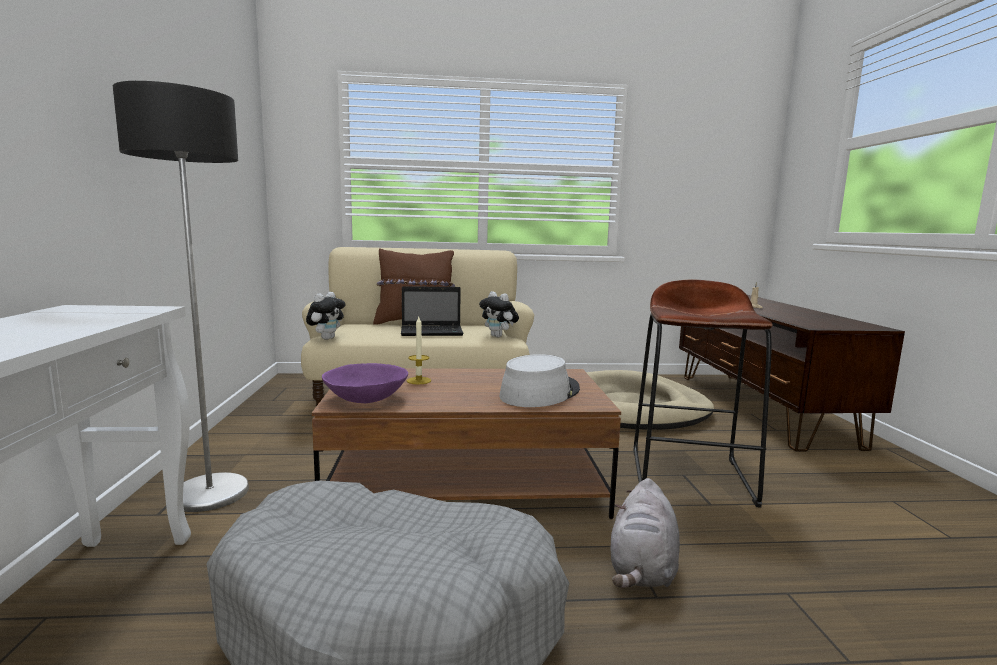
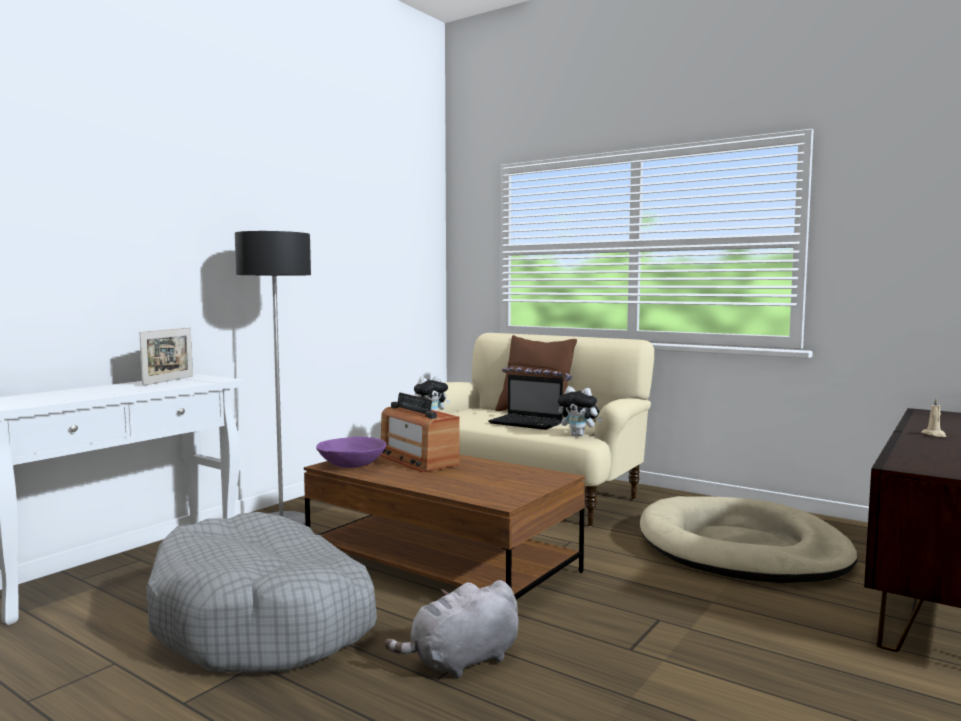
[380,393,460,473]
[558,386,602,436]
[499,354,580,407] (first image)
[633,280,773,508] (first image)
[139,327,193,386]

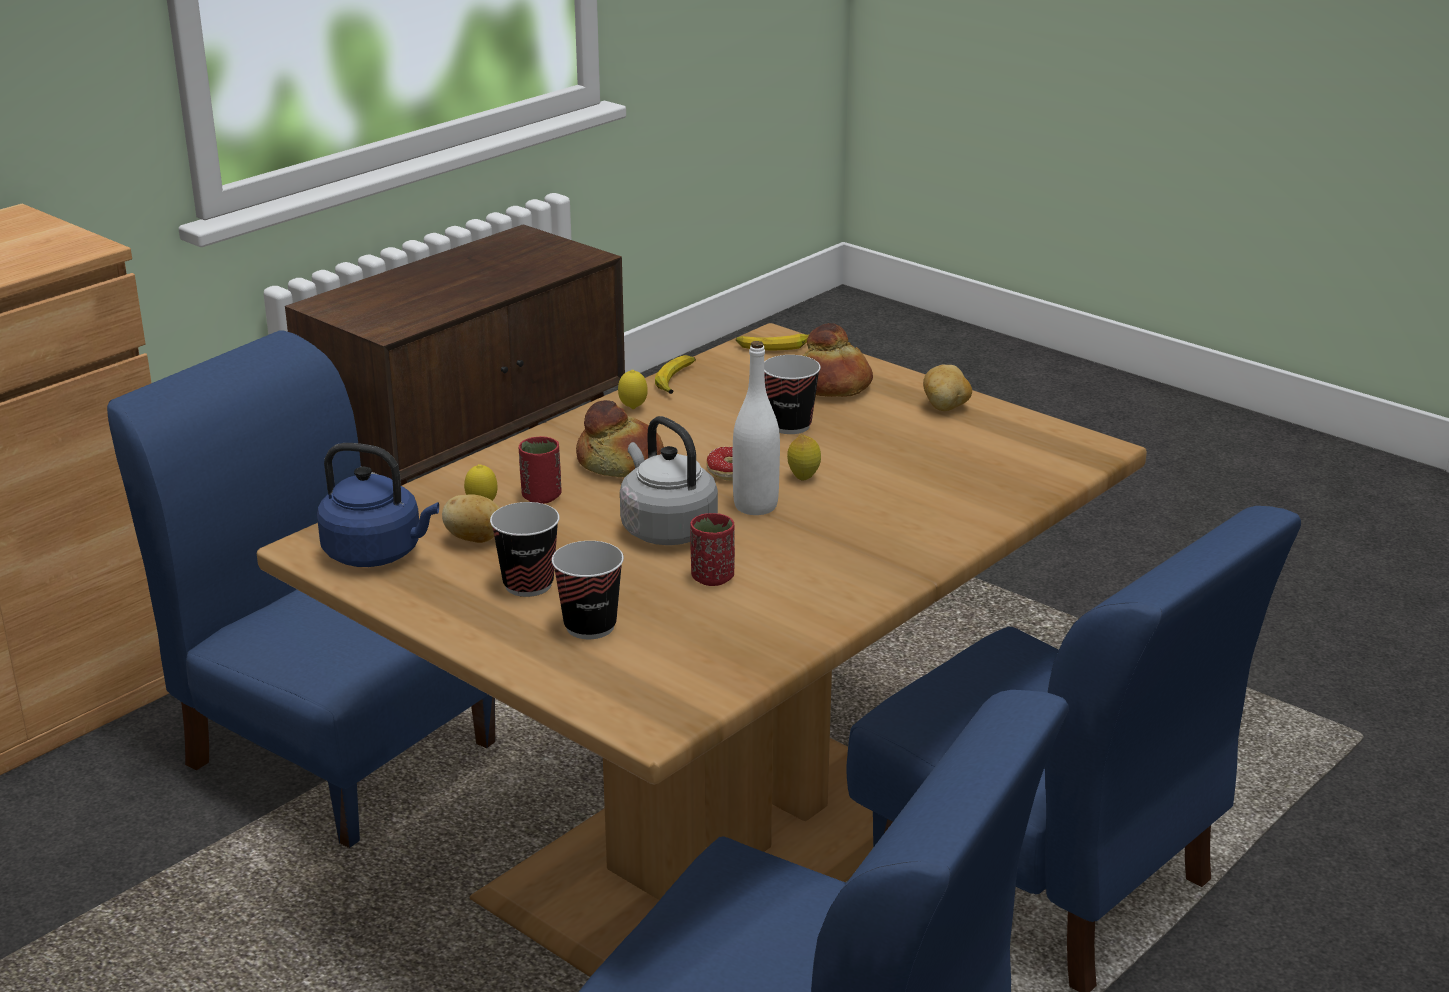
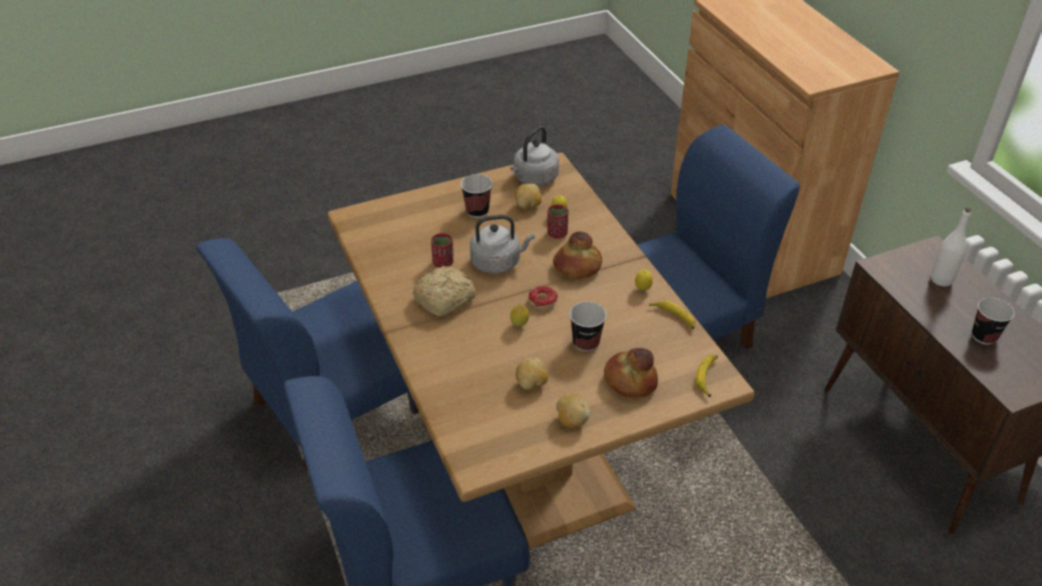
[510,126,559,186]
[972,298,1014,345]
[931,208,971,286]
[412,266,476,317]
[516,358,548,390]

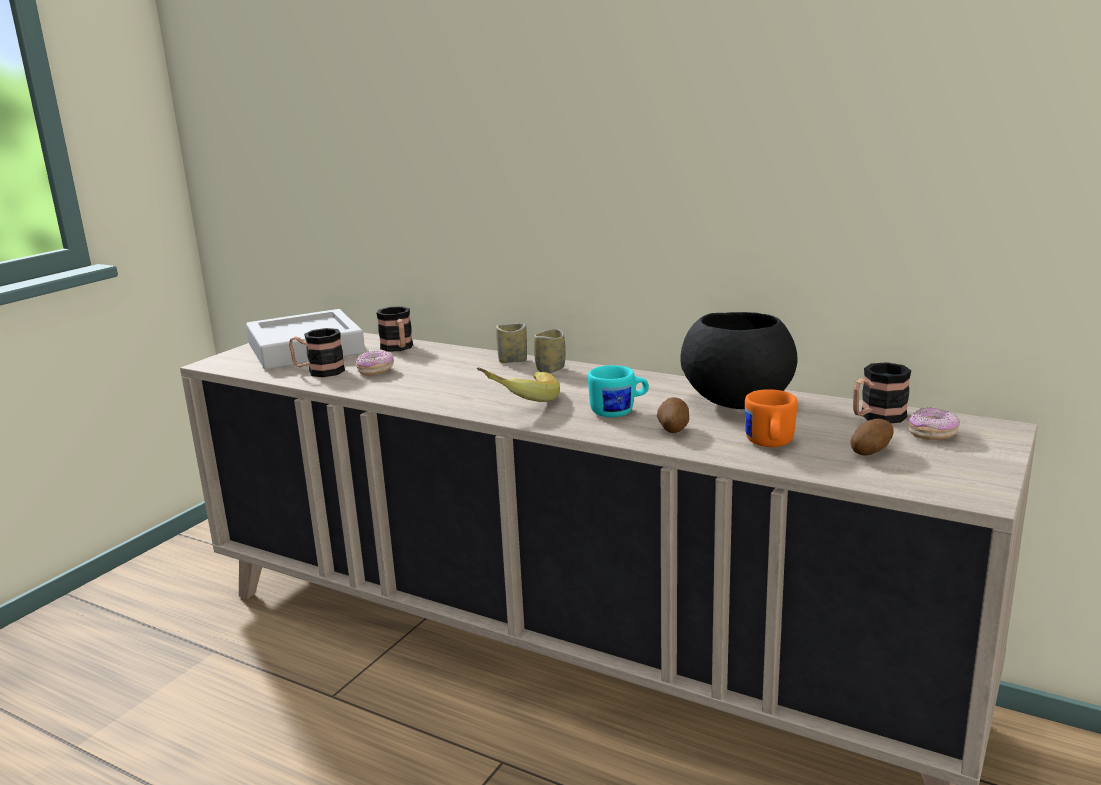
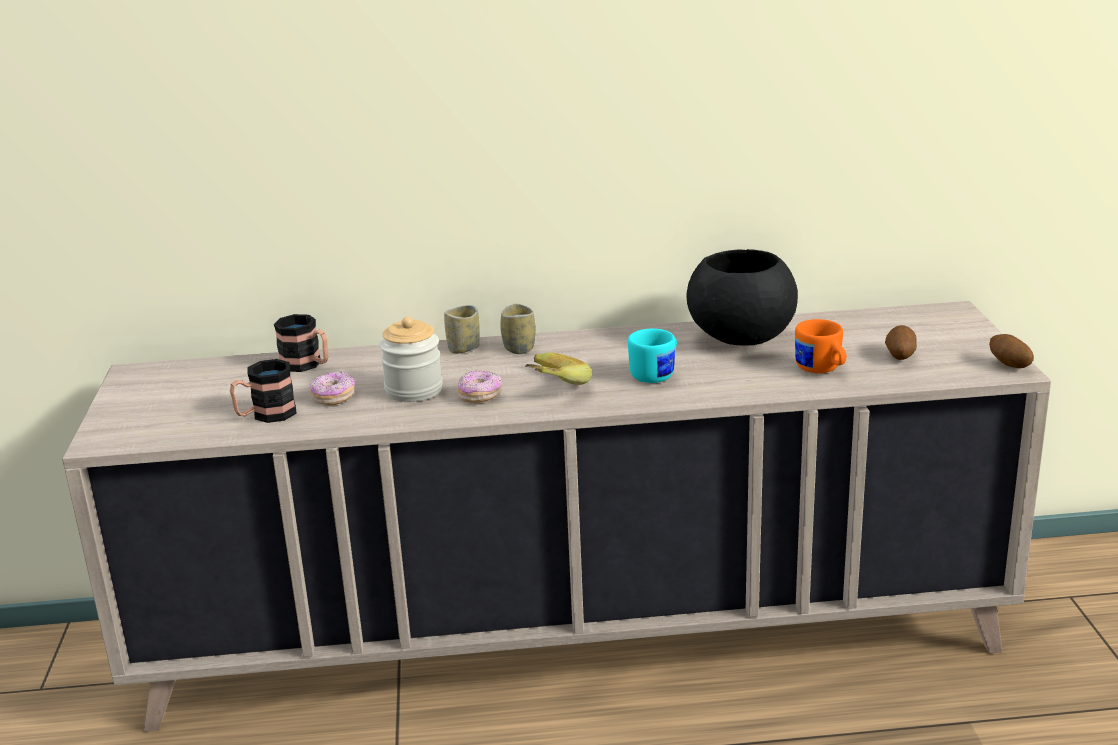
[246,309,365,370] (first image)
[989,334,1034,368]
[853,362,911,423] (first image)
[458,370,502,403]
[380,317,443,402]

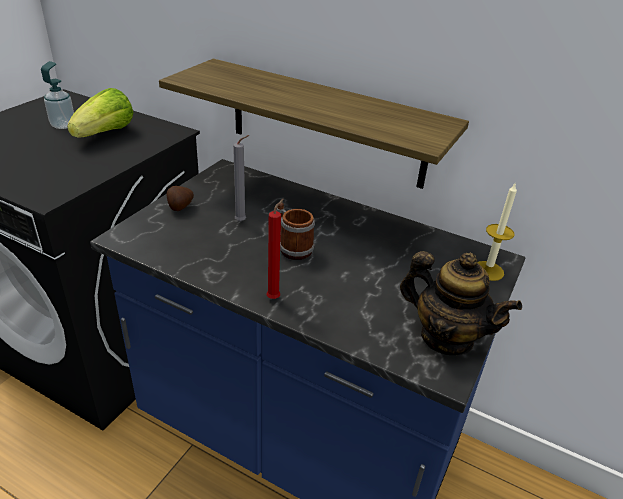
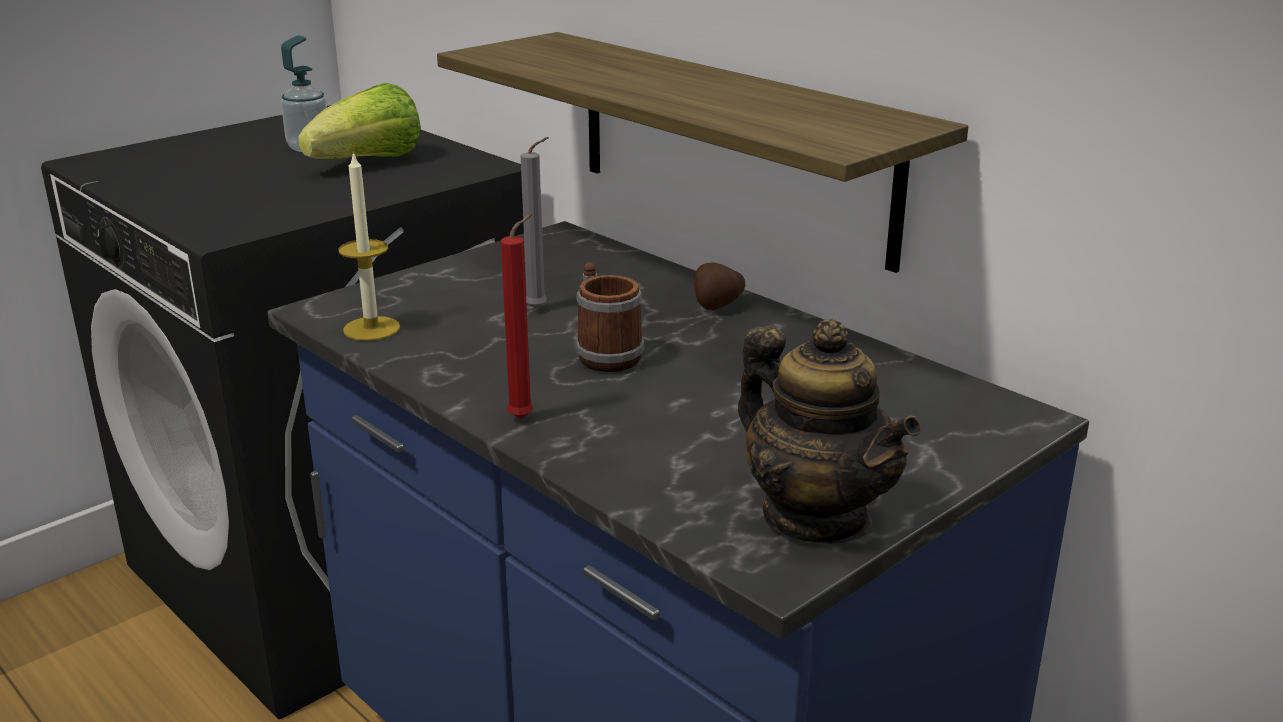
[694,262,745,311]
[338,151,400,341]

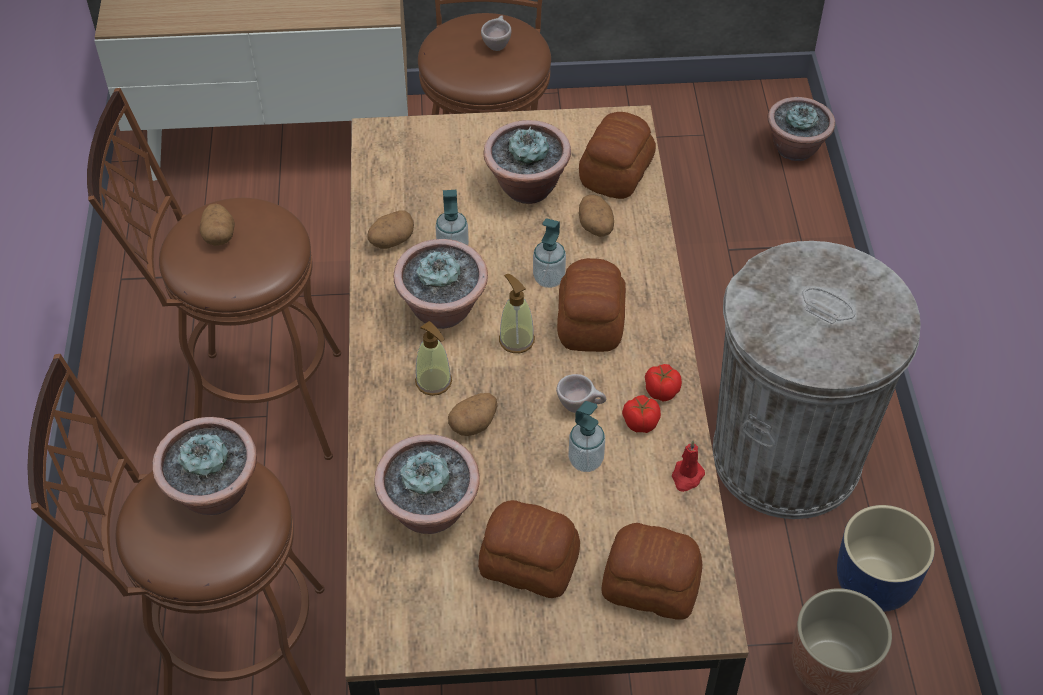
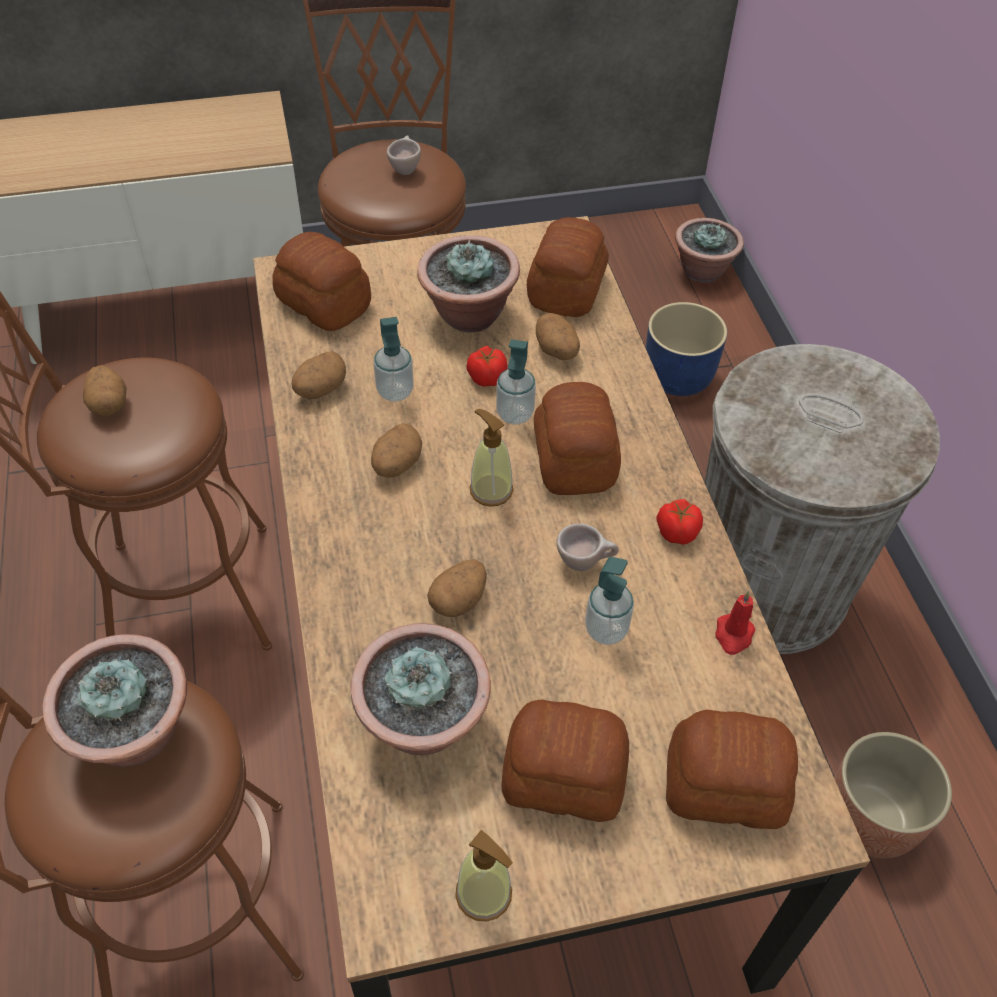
[371,423,422,478]
[455,830,513,922]
[466,346,508,387]
[646,302,727,396]
[272,232,371,331]

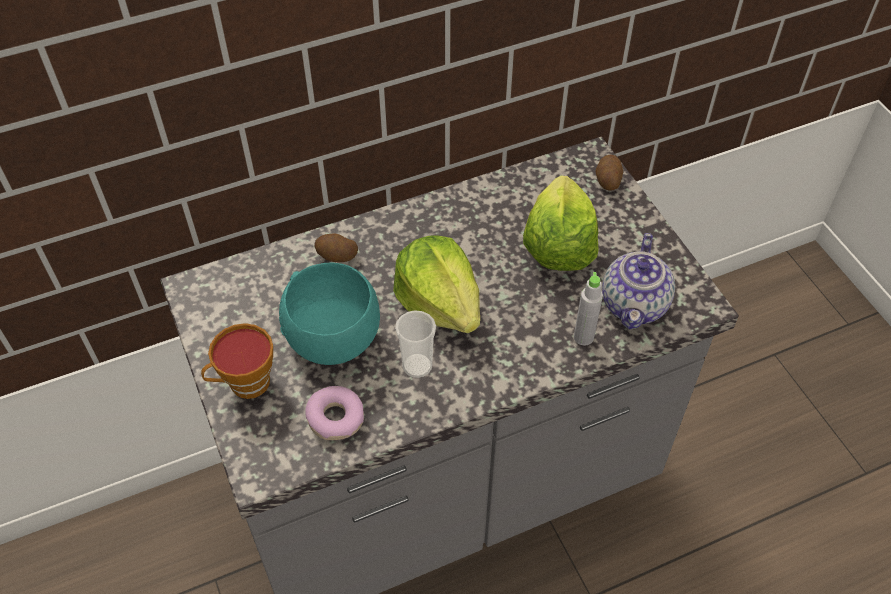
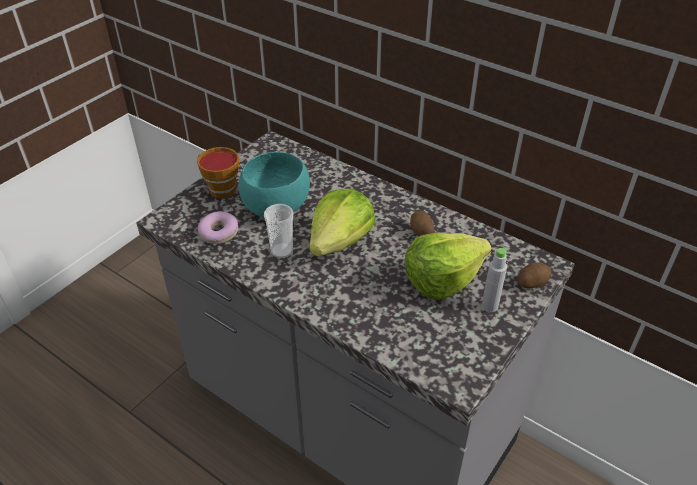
[410,211,435,236]
[482,248,509,312]
[602,233,675,329] (first image)

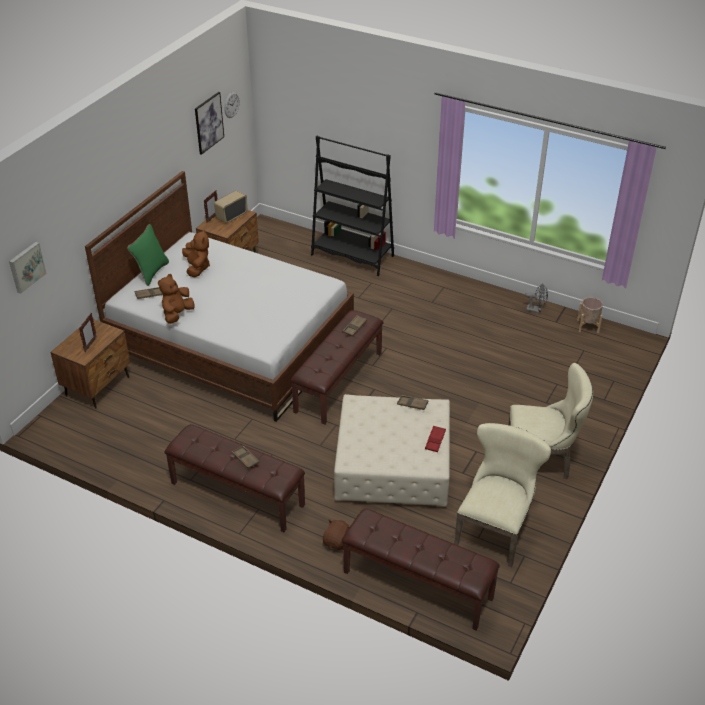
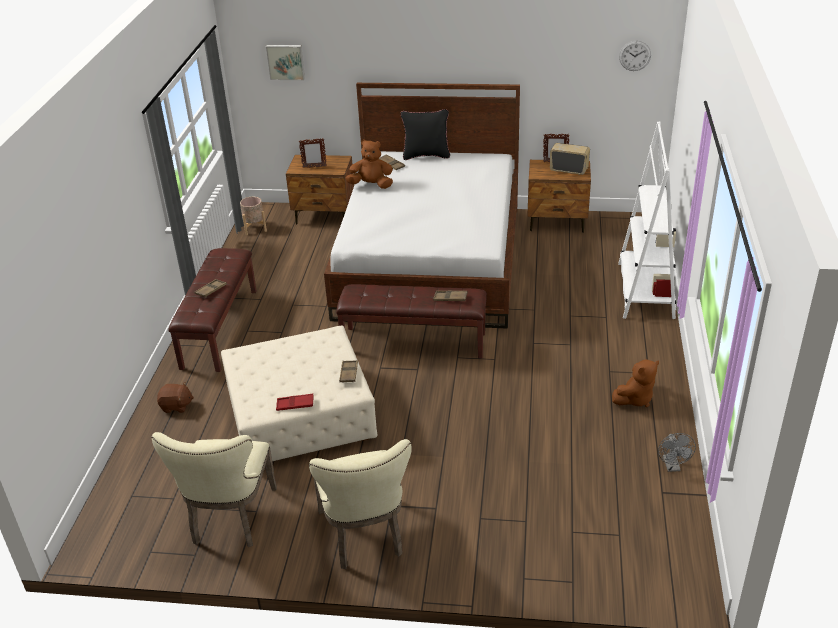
[401,109,450,160]
[612,359,659,407]
[195,92,224,155] (first image)
[618,122,676,319]
[342,508,500,631] (first image)
[152,432,277,547]
[240,197,267,235]

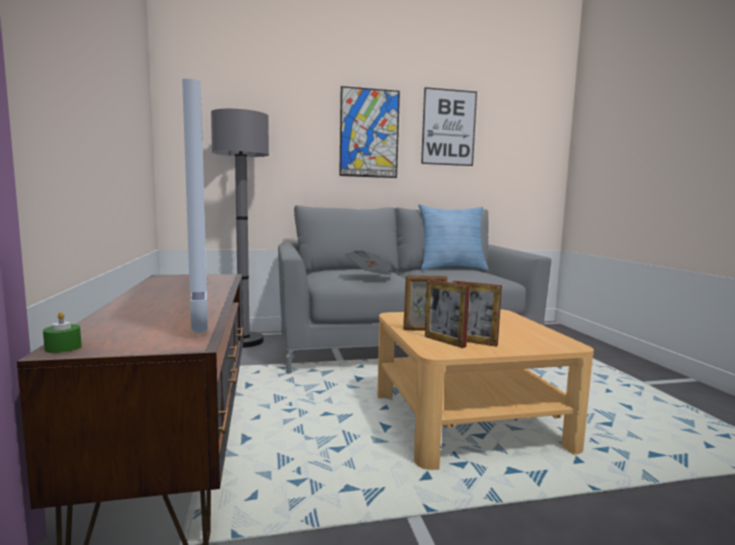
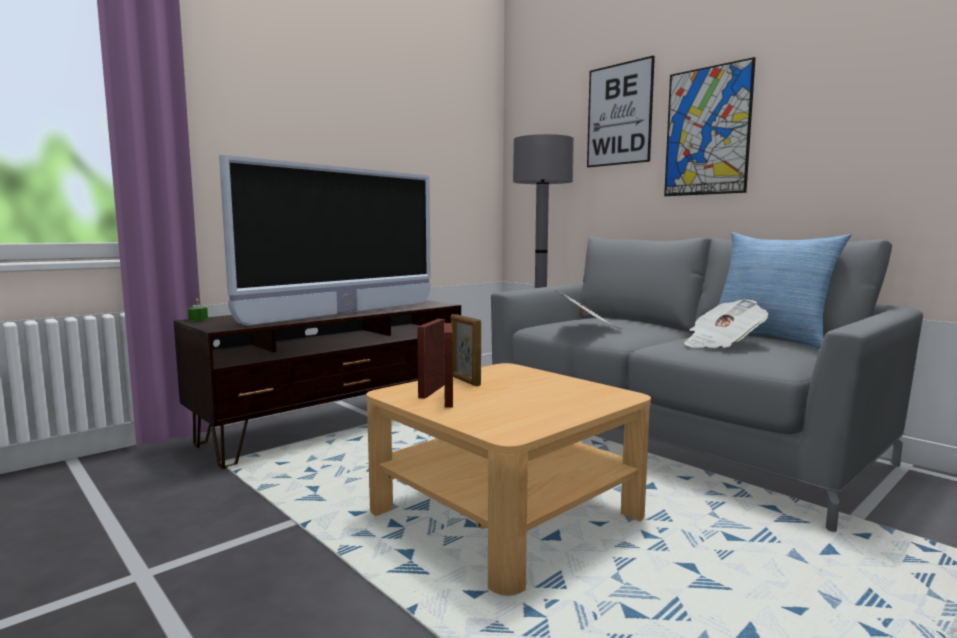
[587,55,655,167]
[684,299,768,348]

